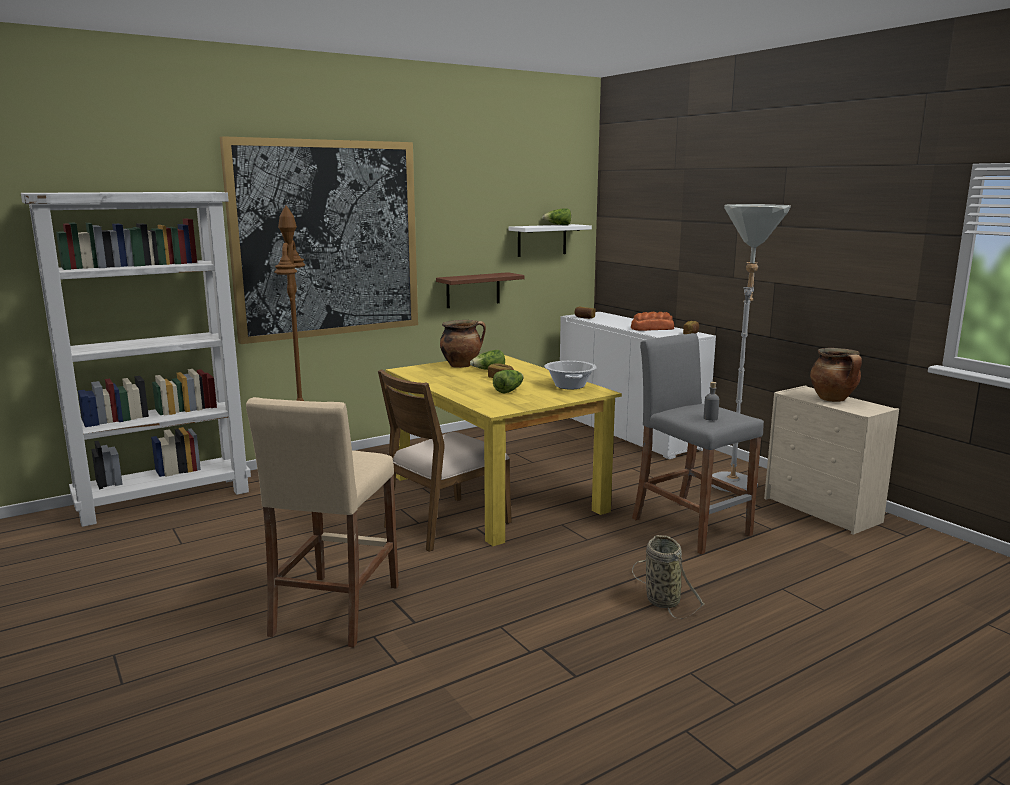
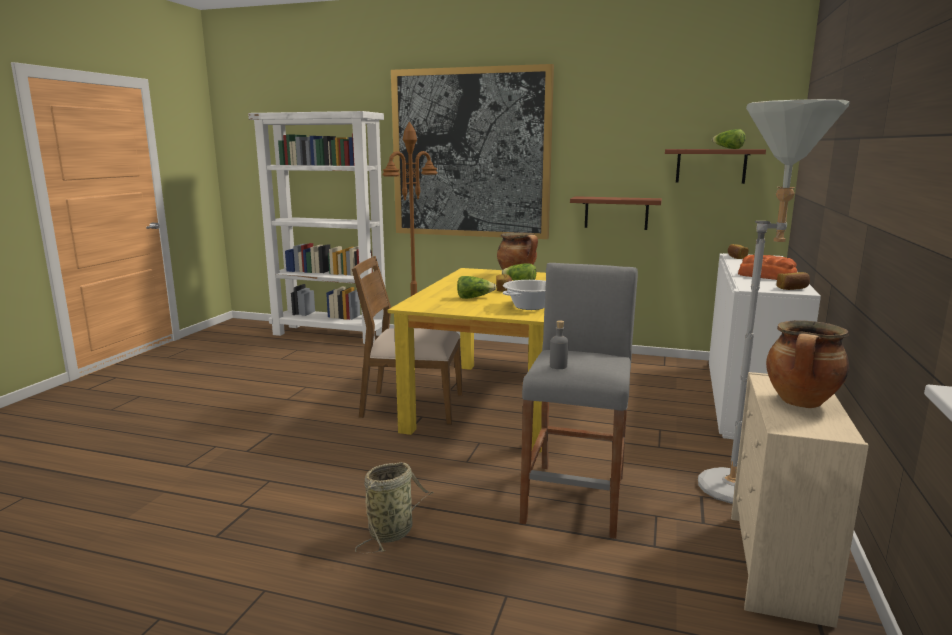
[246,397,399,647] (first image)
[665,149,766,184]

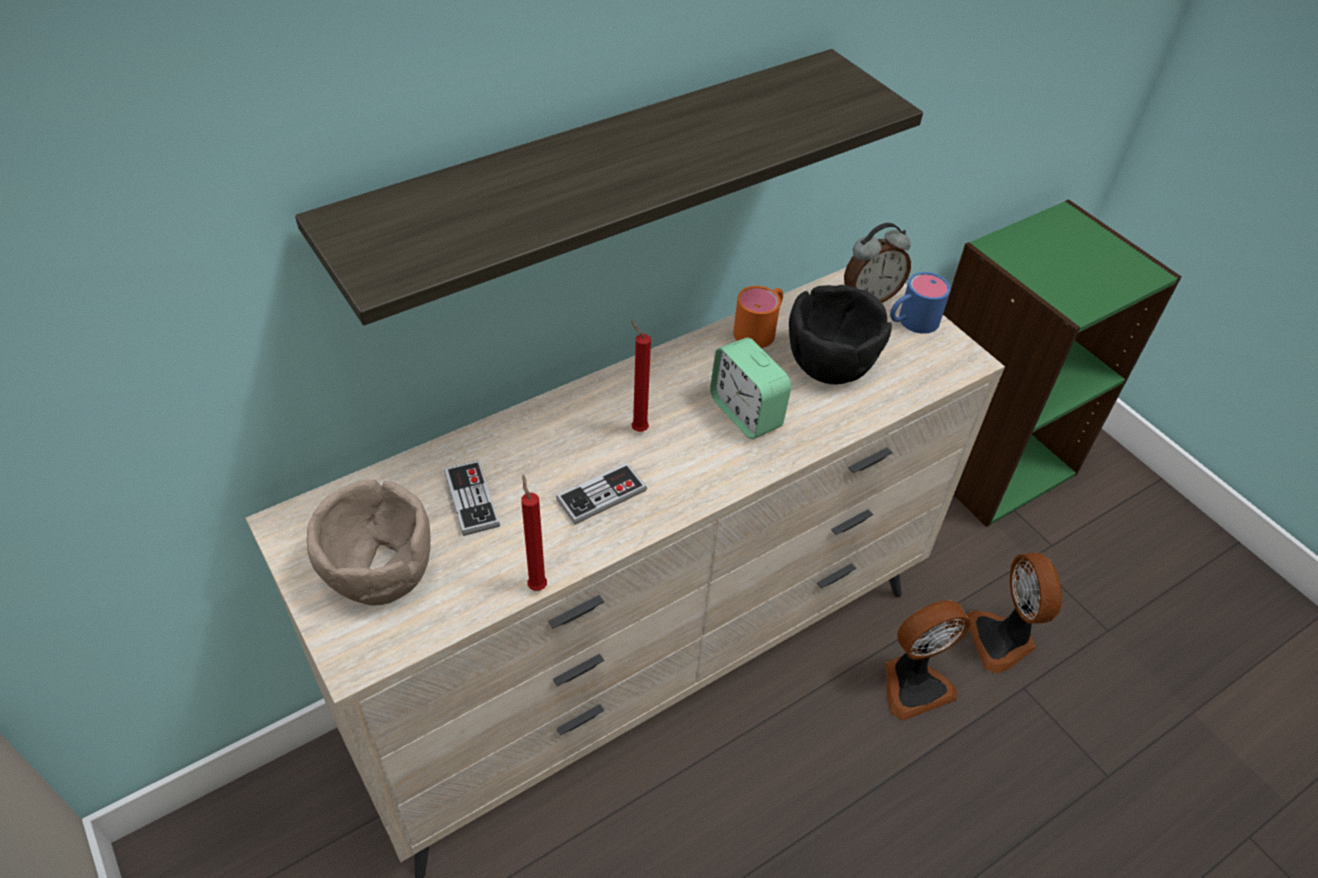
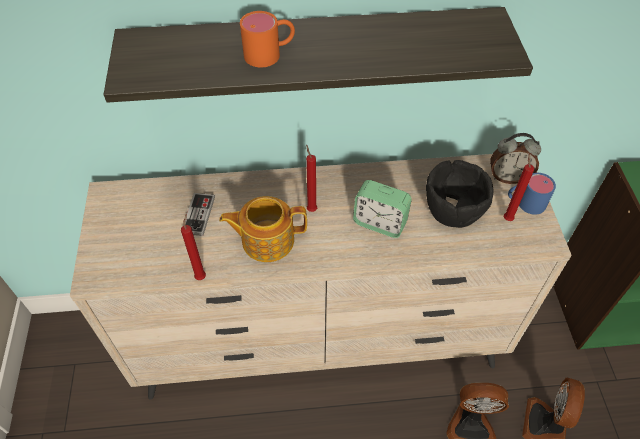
[306,480,431,605] (first image)
[219,196,307,262]
[353,180,412,238]
[240,11,295,67]
[504,154,534,221]

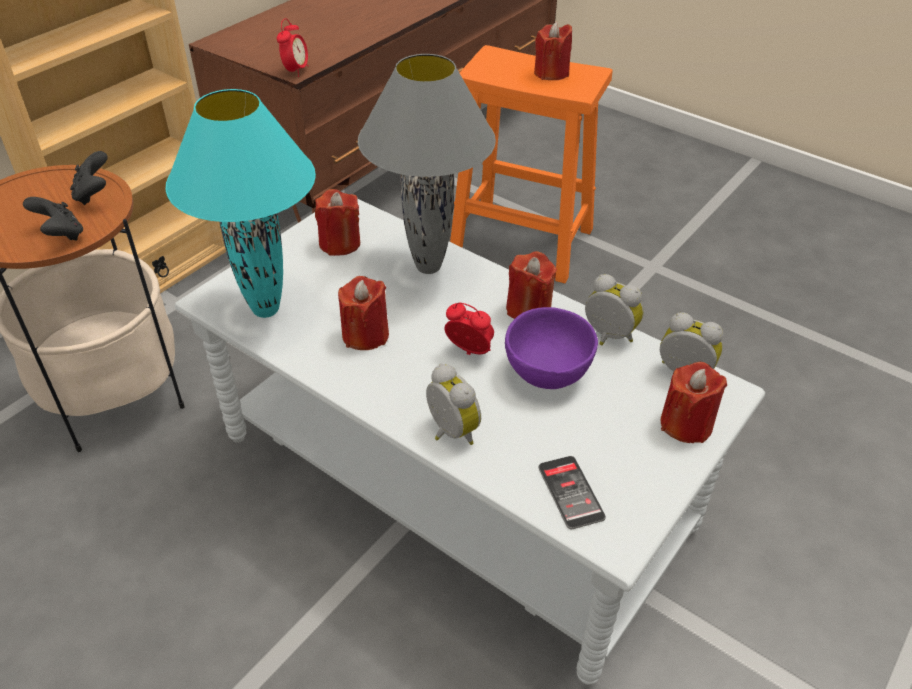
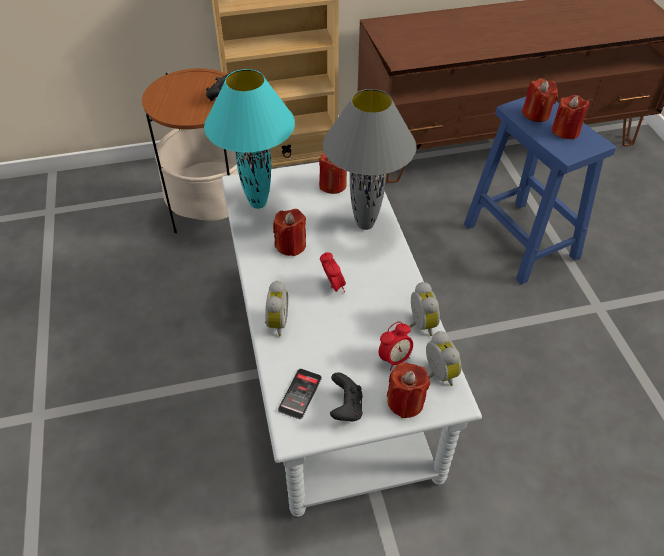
[330,372,363,422]
[379,321,413,371]
[464,96,616,285]
[505,307,598,389] (first image)
[522,78,558,122]

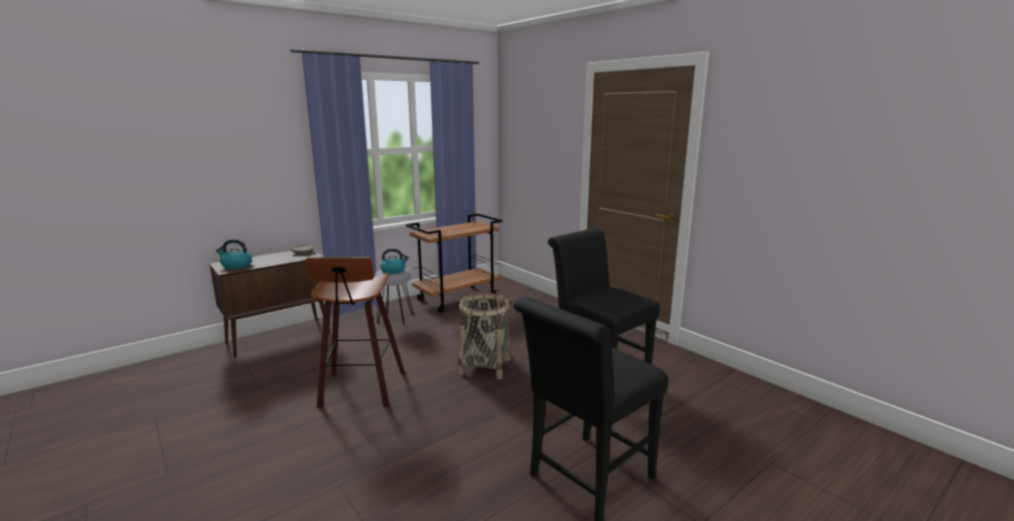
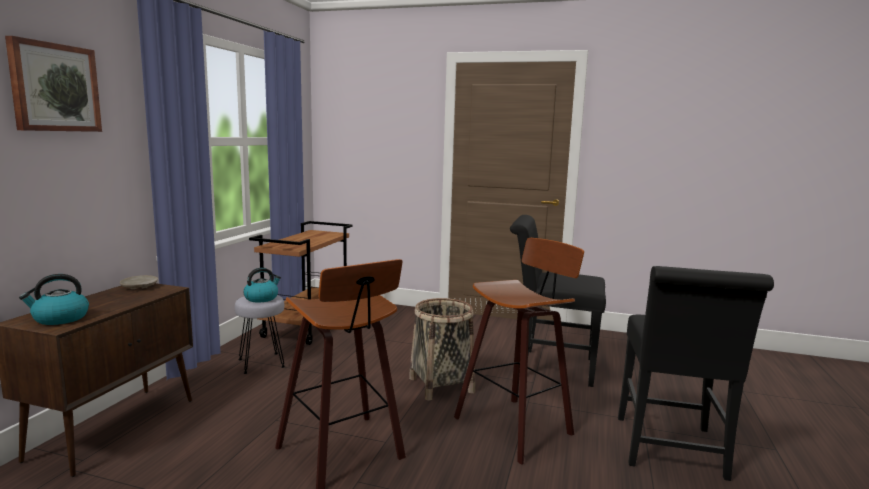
[5,36,102,132]
[454,238,584,465]

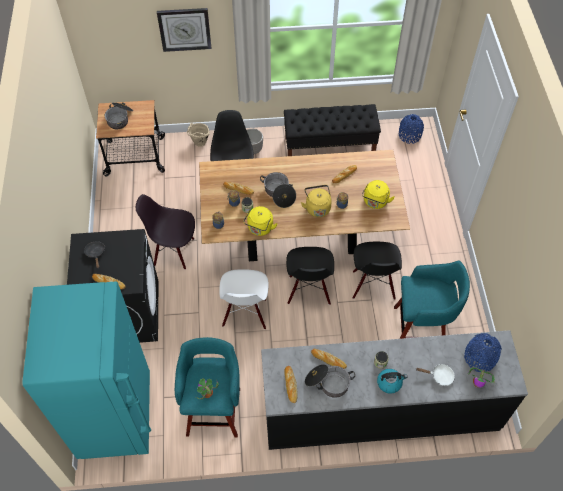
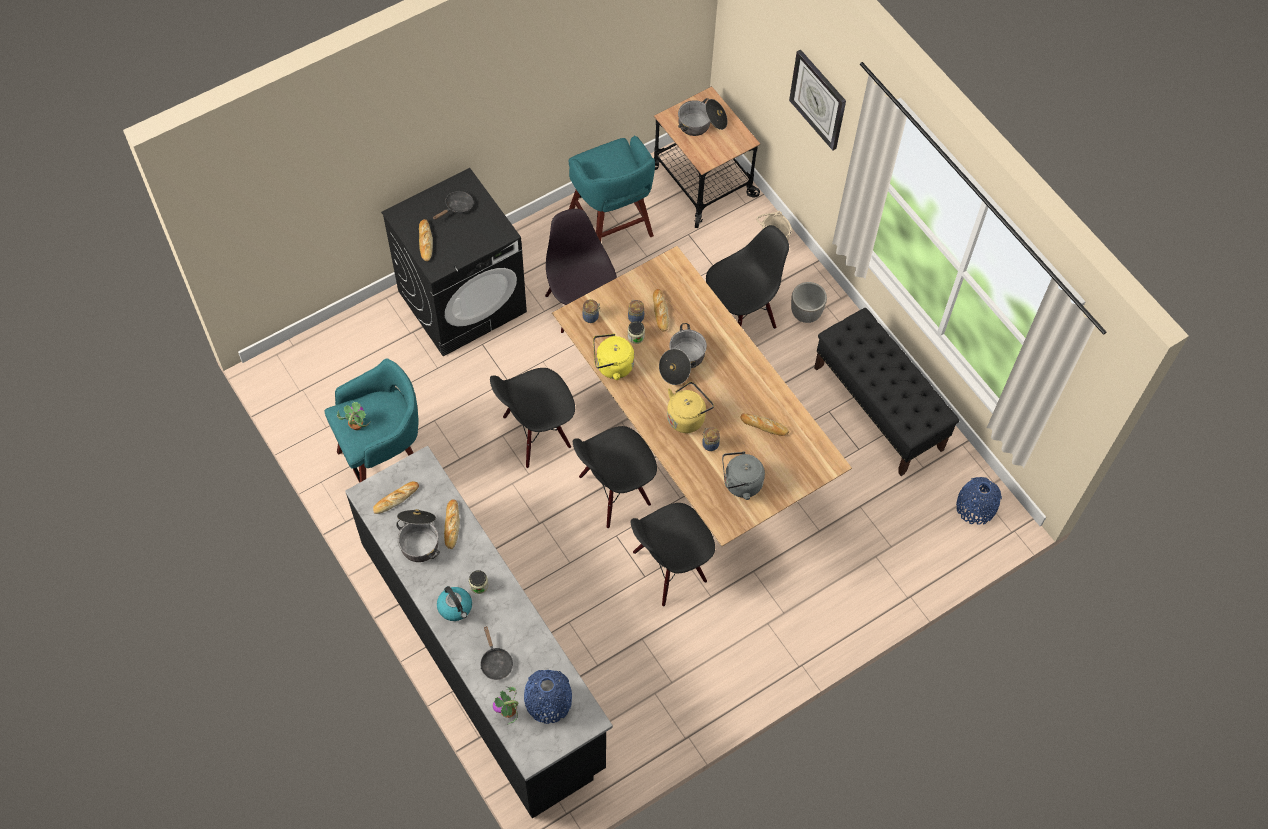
[22,281,151,459] (first image)
[490,368,575,468]
[722,452,765,500]
[569,135,655,242]
[481,626,513,680]

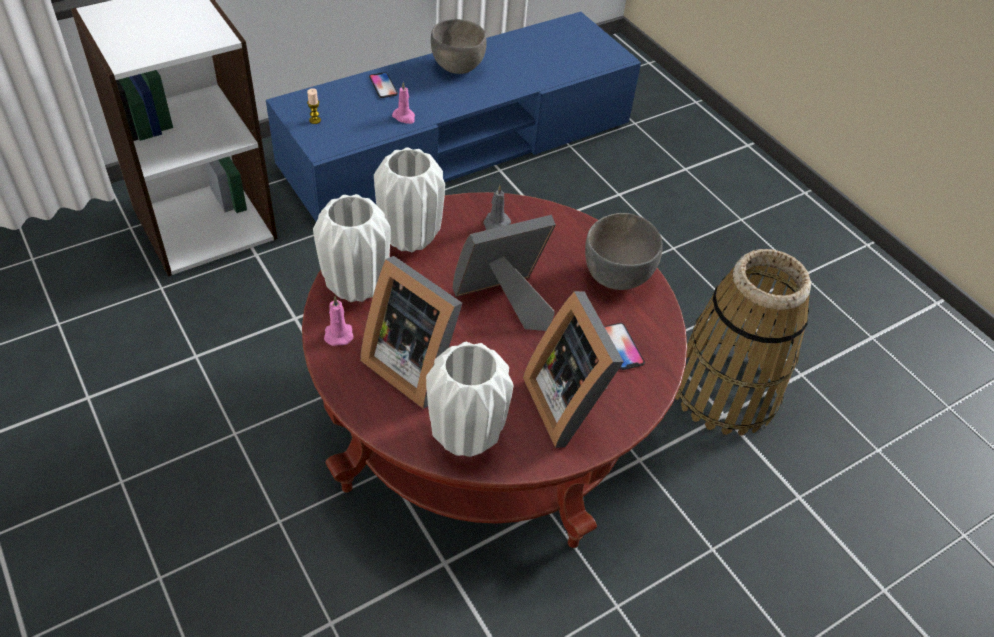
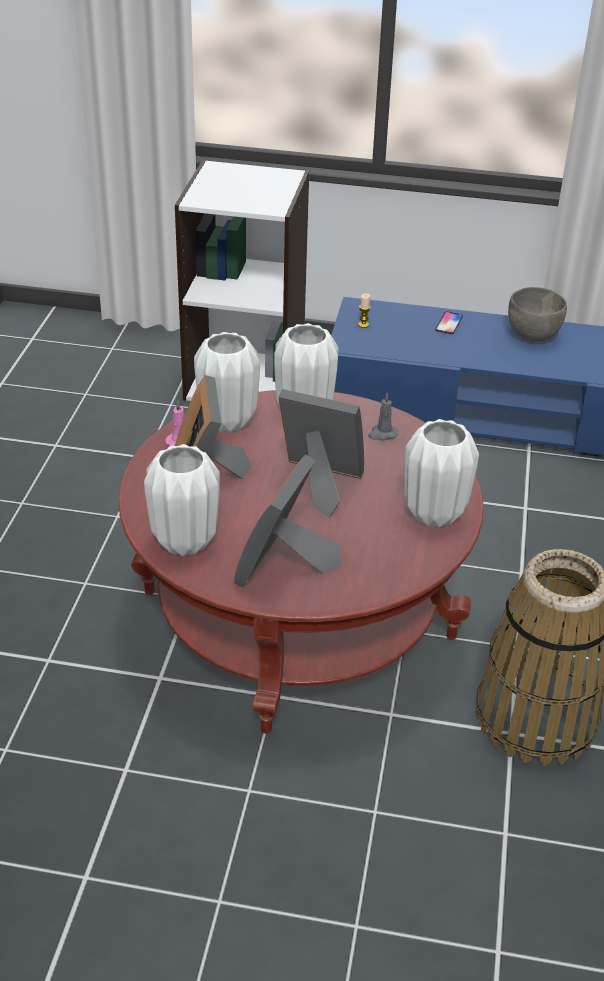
[392,82,415,124] (first image)
[404,419,479,528]
[604,323,645,370] (first image)

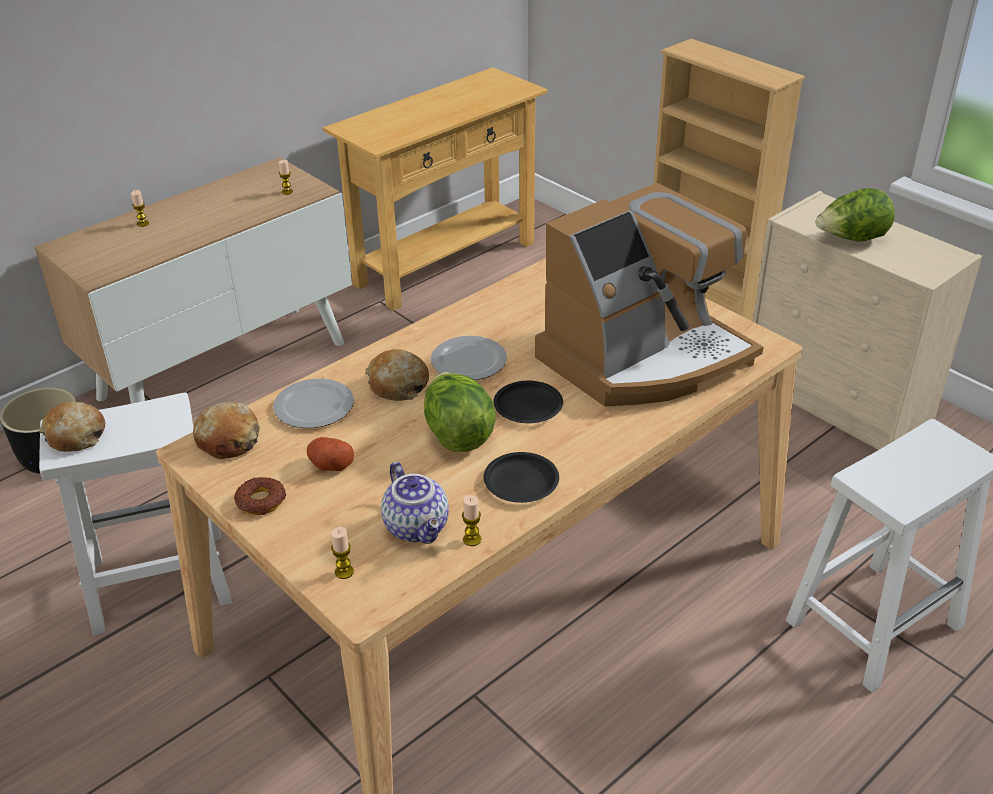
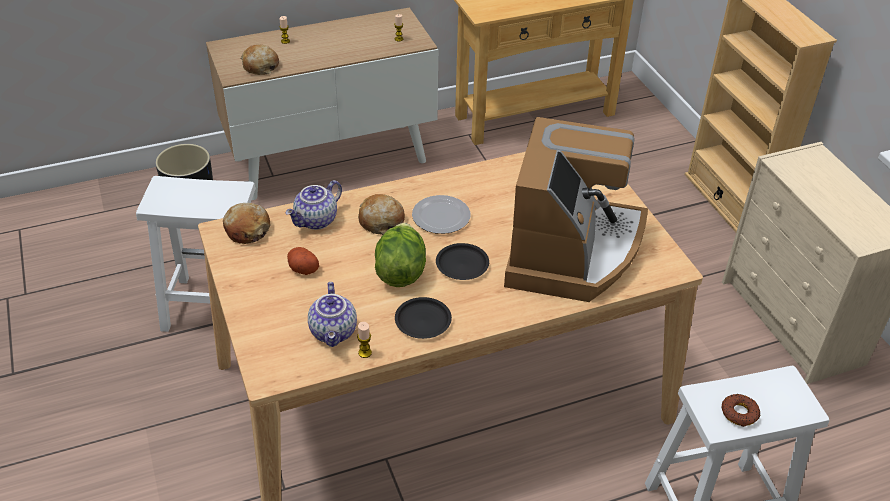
[241,45,279,75]
[722,394,760,427]
[286,180,342,230]
[331,527,354,579] (first image)
[504,117,648,302]
[816,188,895,242] (first image)

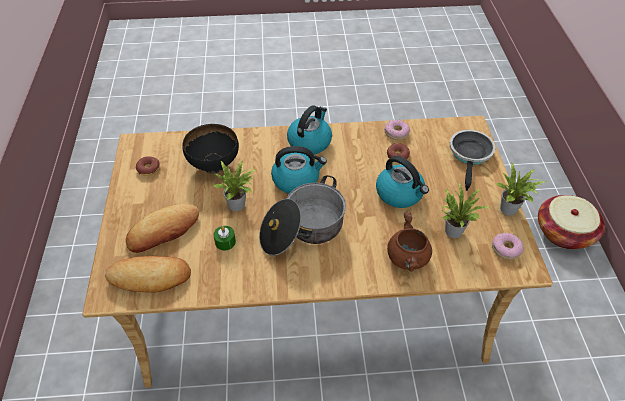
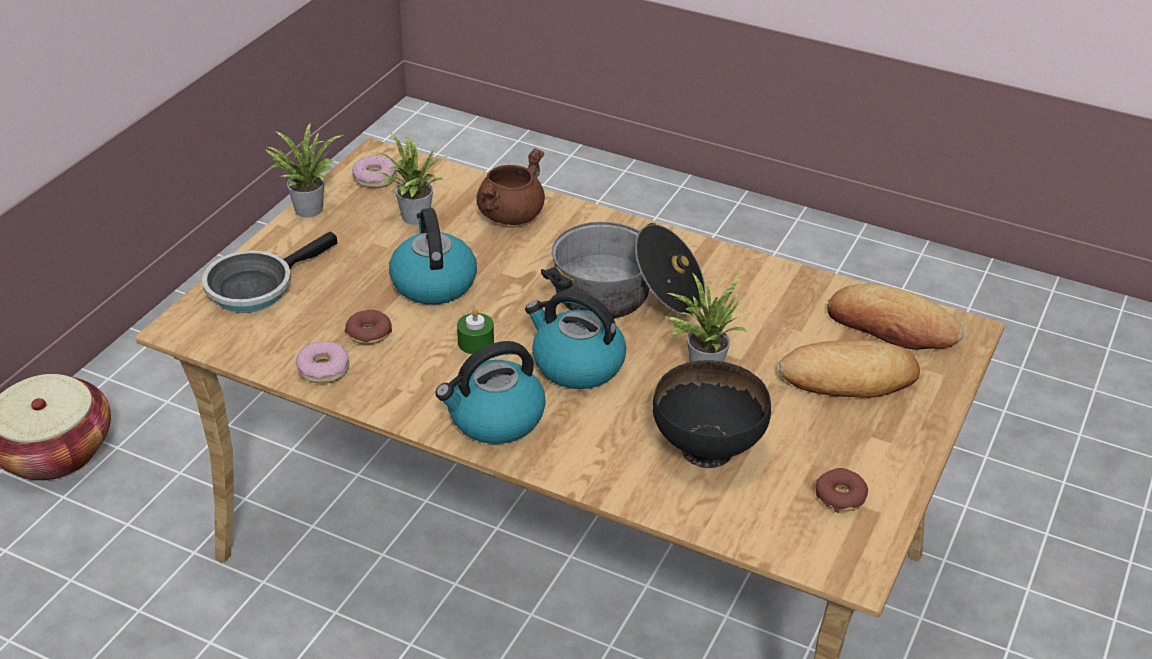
[457,308,494,354]

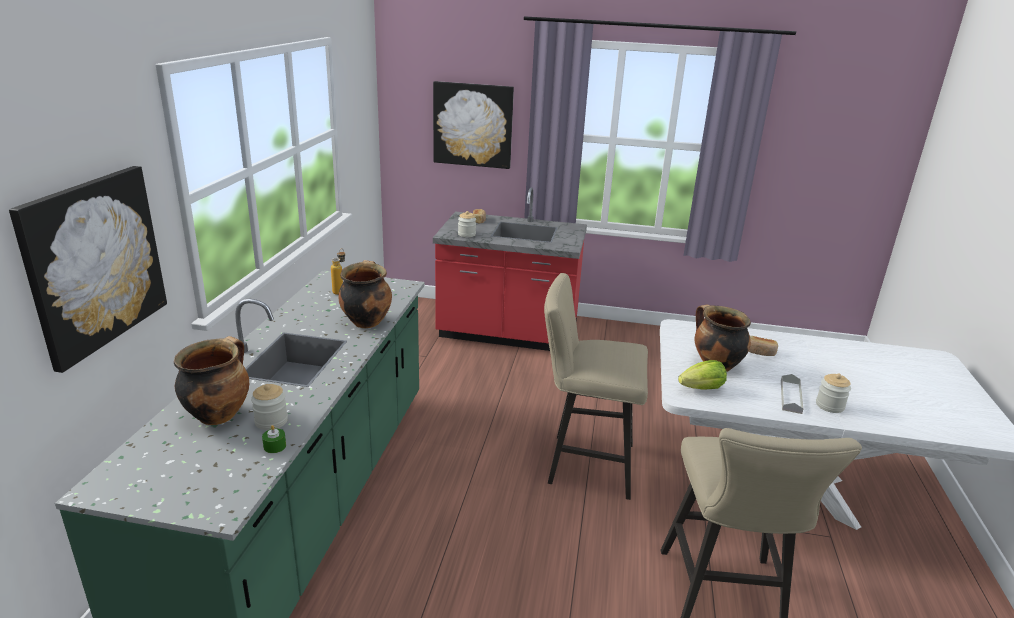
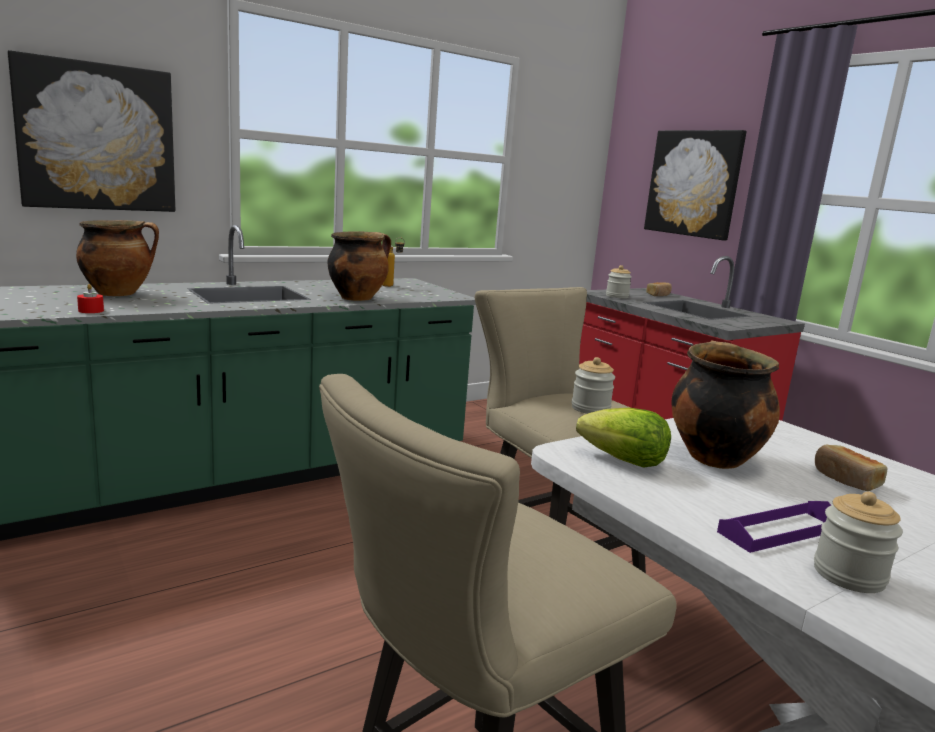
[572,357,615,414]
[77,284,104,313]
[717,501,831,553]

